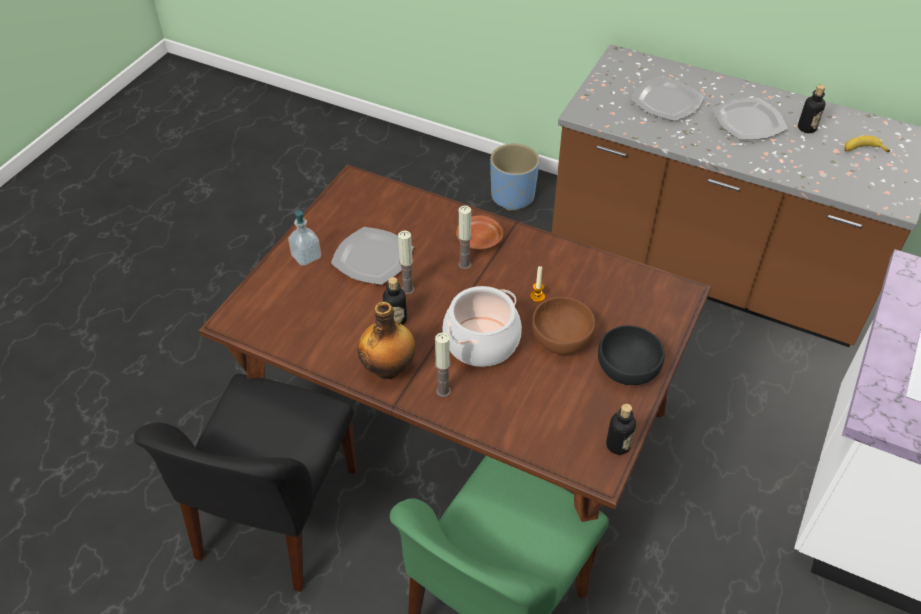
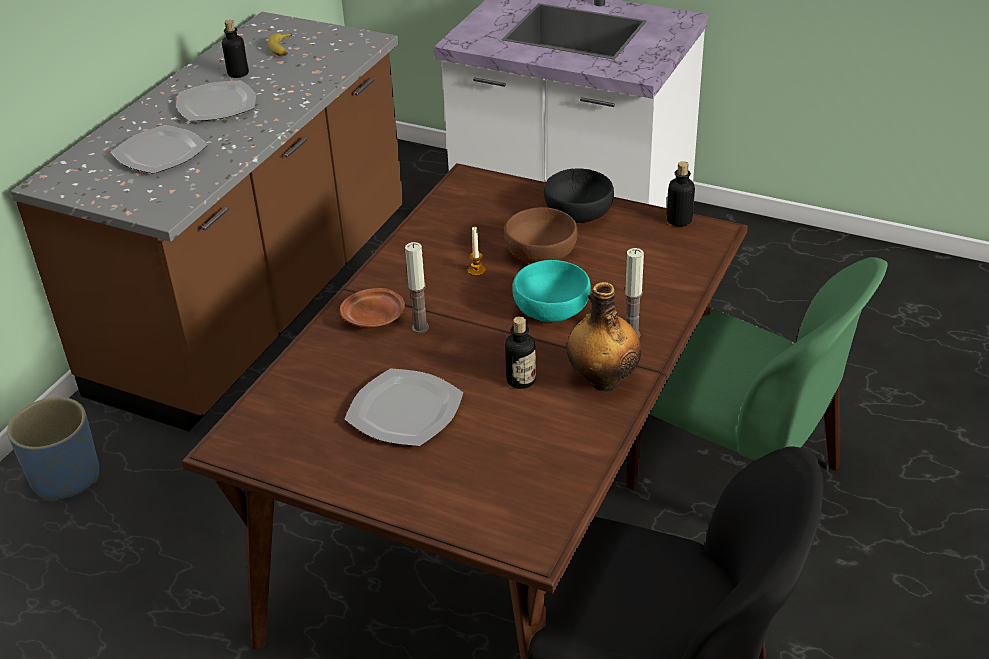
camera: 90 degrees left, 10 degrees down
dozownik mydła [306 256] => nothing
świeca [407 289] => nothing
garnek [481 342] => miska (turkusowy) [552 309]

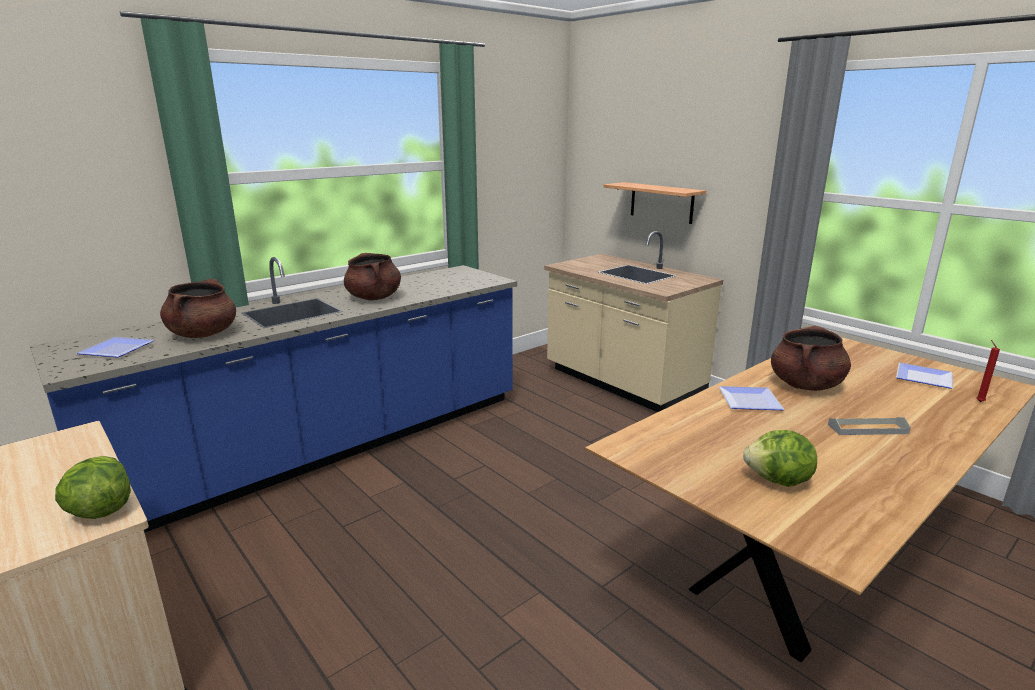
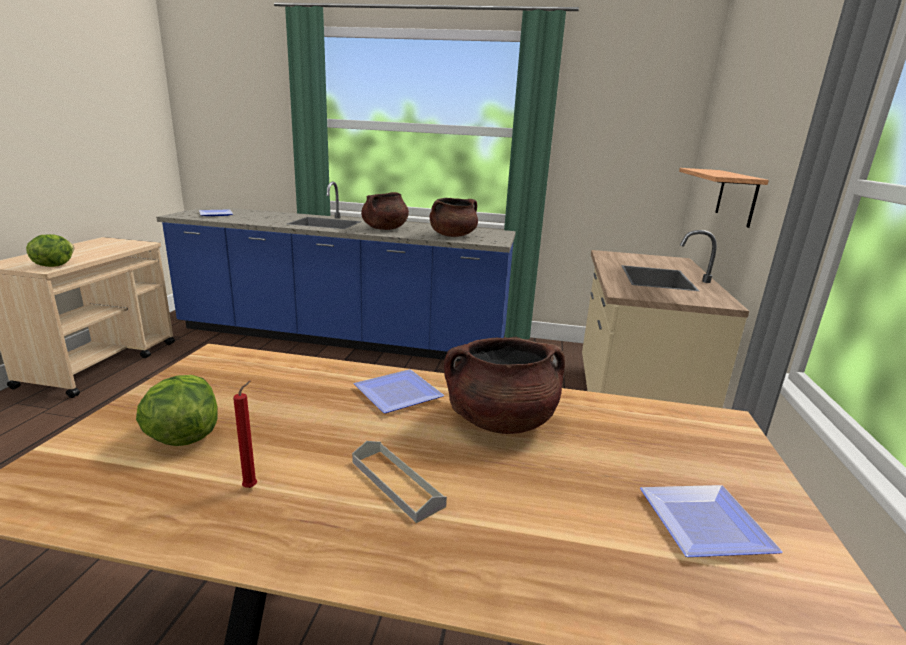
camera: 50 degrees right, 0 degrees up
garnek (brązowy) [203 334] => garnek (brązowy) [453 235], relocated
świeca (czerwony) [979 401] => świeca (czerwony) [252 486], relocated

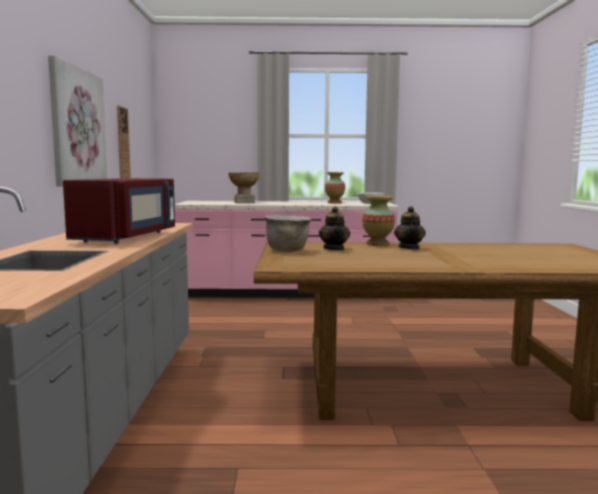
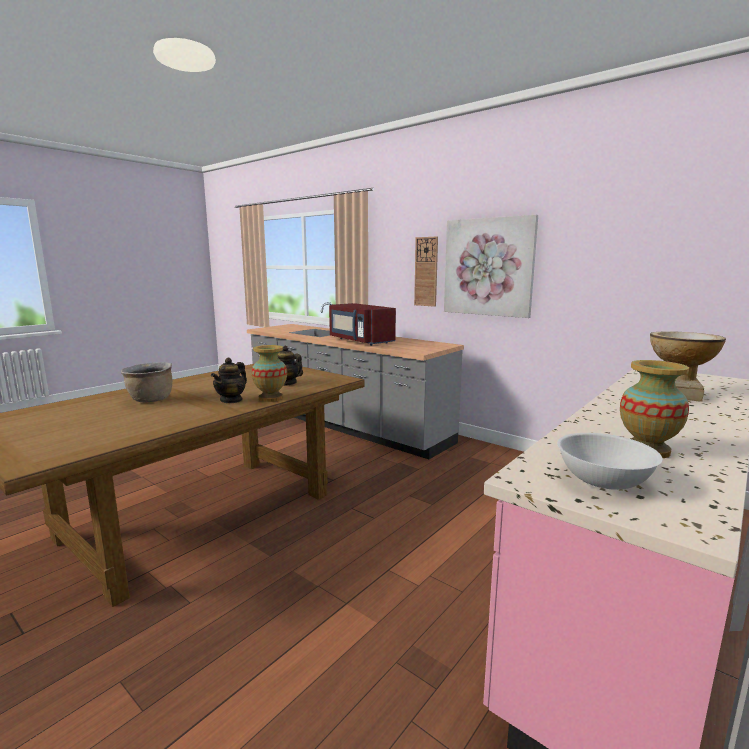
camera: 130 degrees right, 5 degrees up
zegar ścienny [122 143] => zegar ścienny [426 271], relocated
garnek (brązowy) [287 250] => garnek (brązowy) [151 400], relocated
imbryk [409 248] => imbryk [231 400], 105 degrees counterclockwise

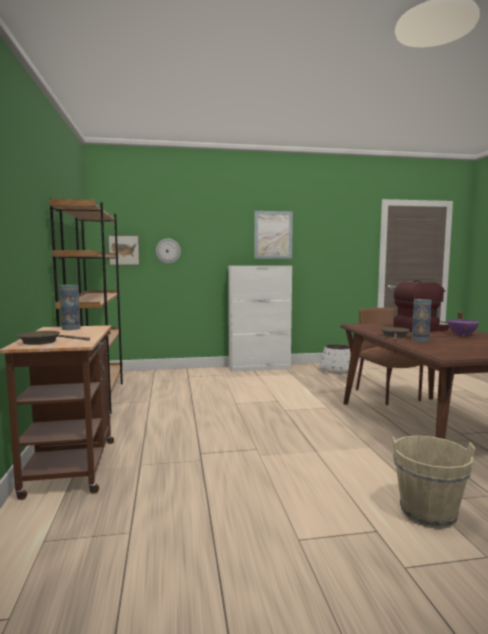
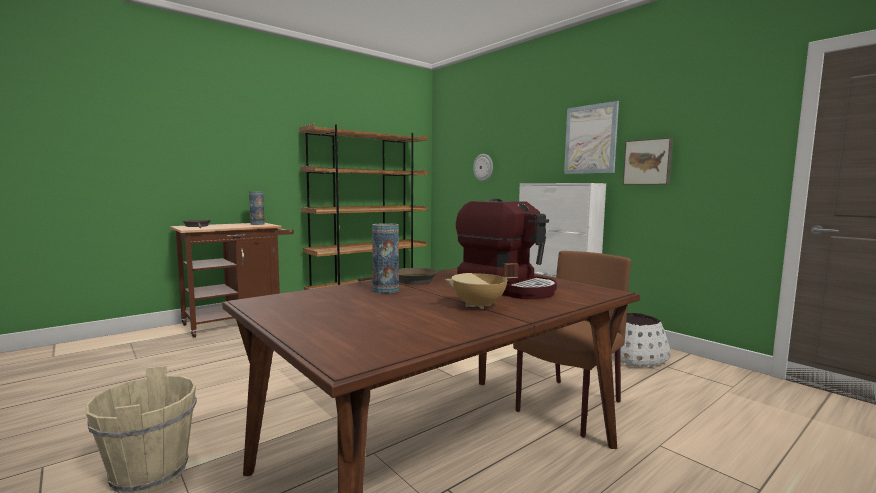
camera: 60 degrees right, 0 degrees up
obraz [124 250] => obraz [648 162], relocated
garnek (fioletowy) [462 335] => garnek (beżowy) [479 306]

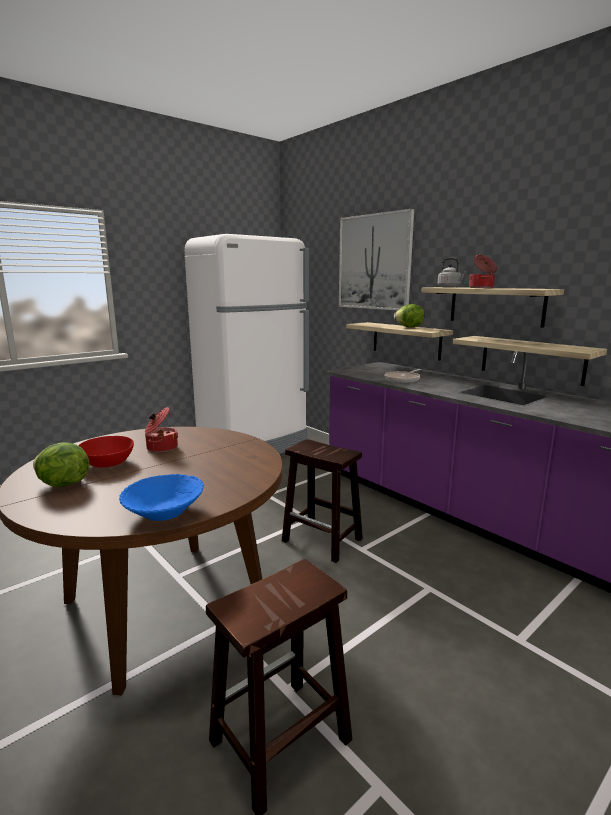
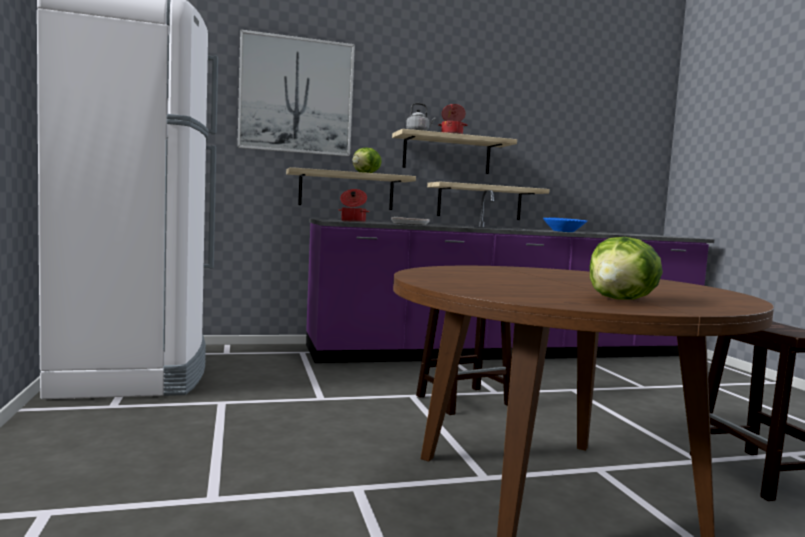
camera: 65 degrees left, 10 degrees down
miska (czerwony) [108 463] => nothing
miska (niebieski) [164 512] => miska (niebieski) [563 231], relocated
garnek [161 447] => garnek [352 221], relocated

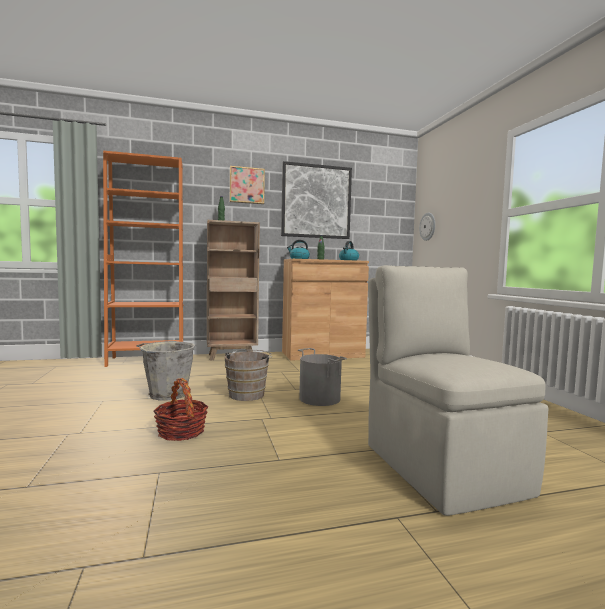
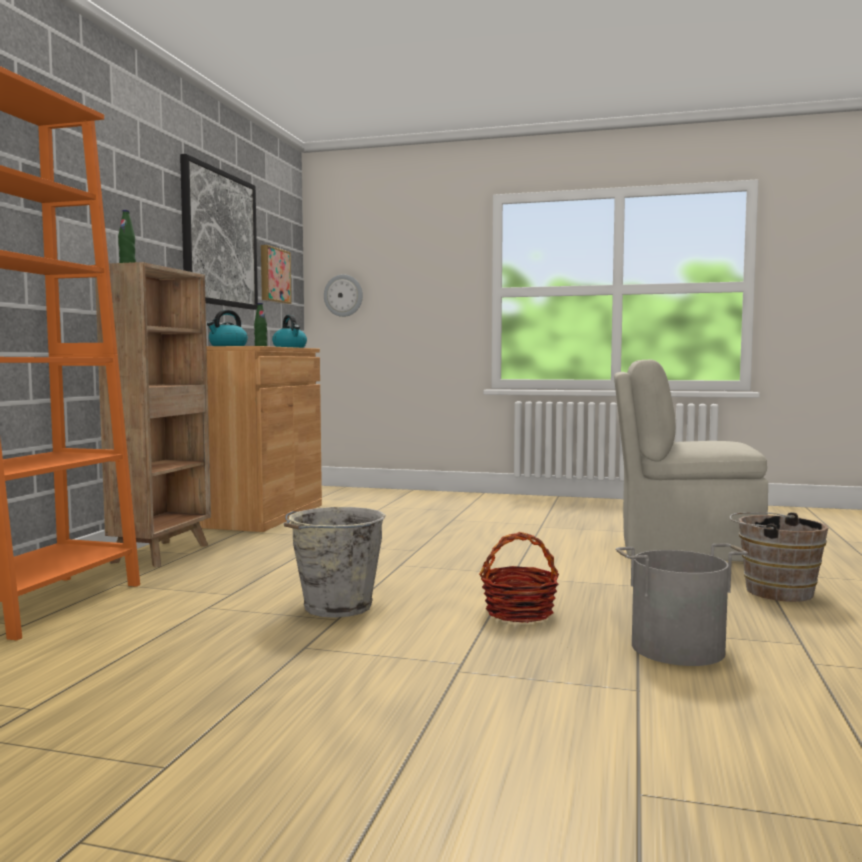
camera: 60 degrees left, 0 degrees up
wiadro (brązowy) [248 394] => wiadro (brązowy) [773 590], relocated
obraz [246 185] => obraz [273 275], relocated
wiadro (szary) [319 399] => wiadro (szary) [678 648], relocated

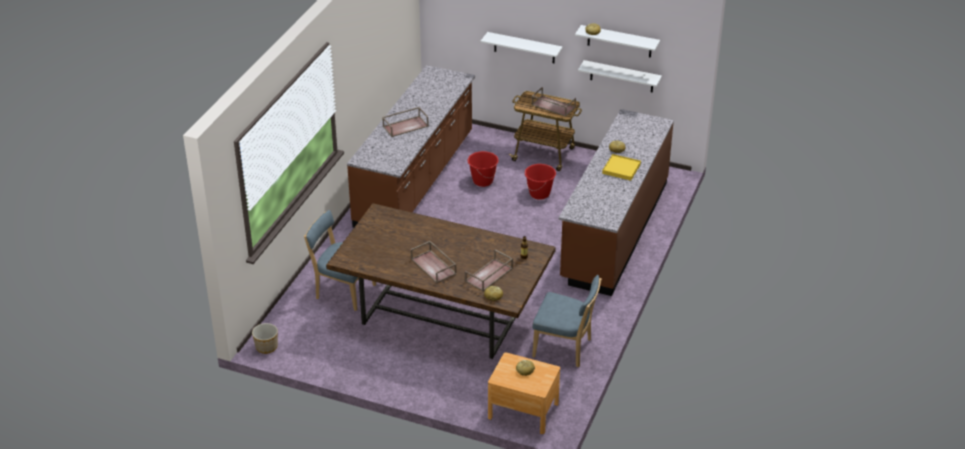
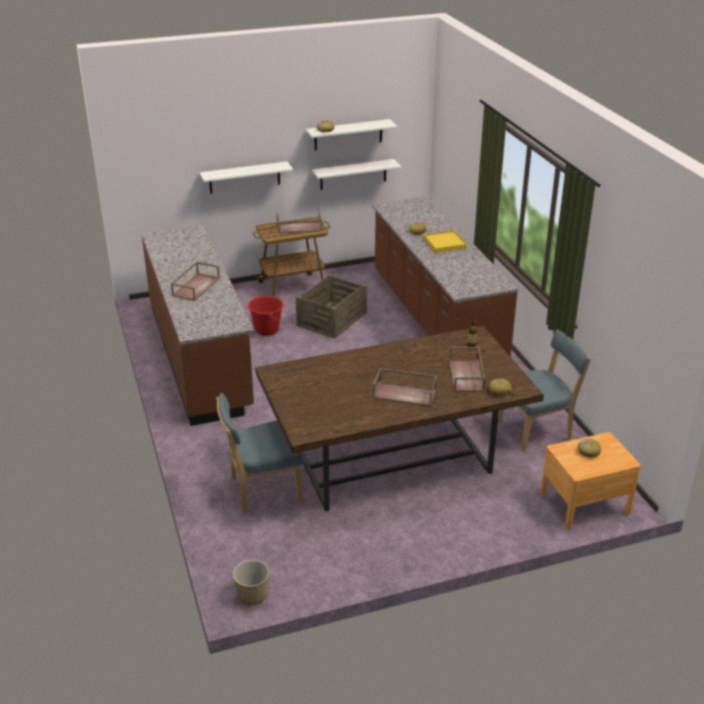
camera: 40 degrees left, 5 degrees down
wiadro (czerwony) [539 194] => skrzynka [332 319]

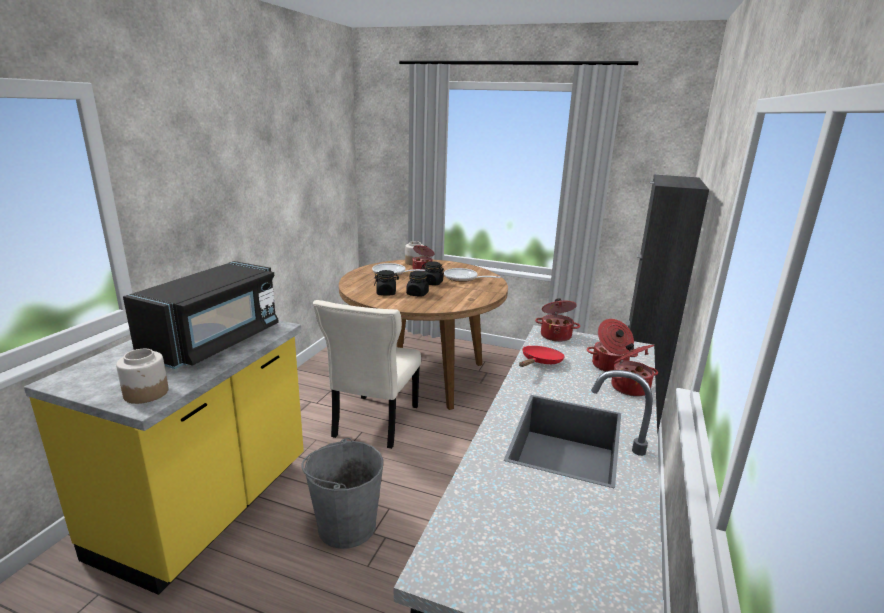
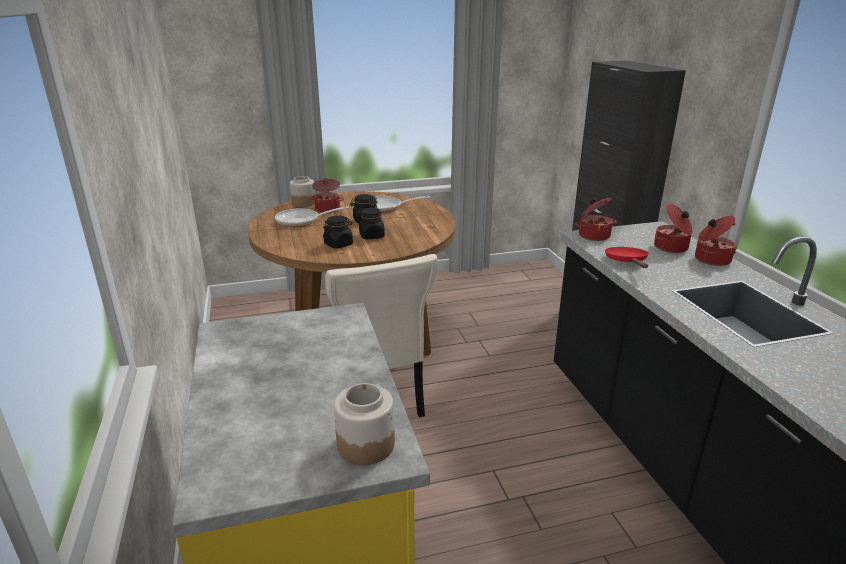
camera: 35 degrees left, 5 degrees up
mikrofalówka (czarny) [215 342] => nothing
wiadro (szary) [346 525] => nothing

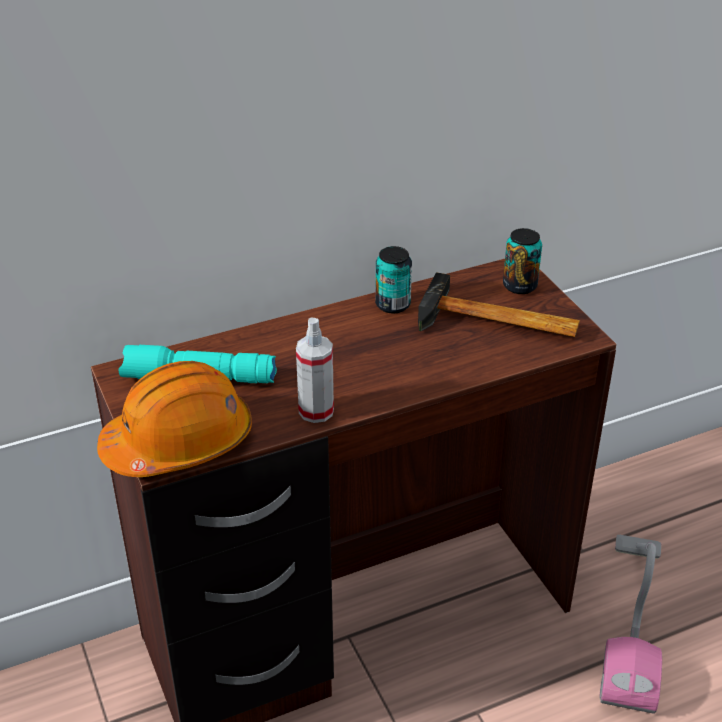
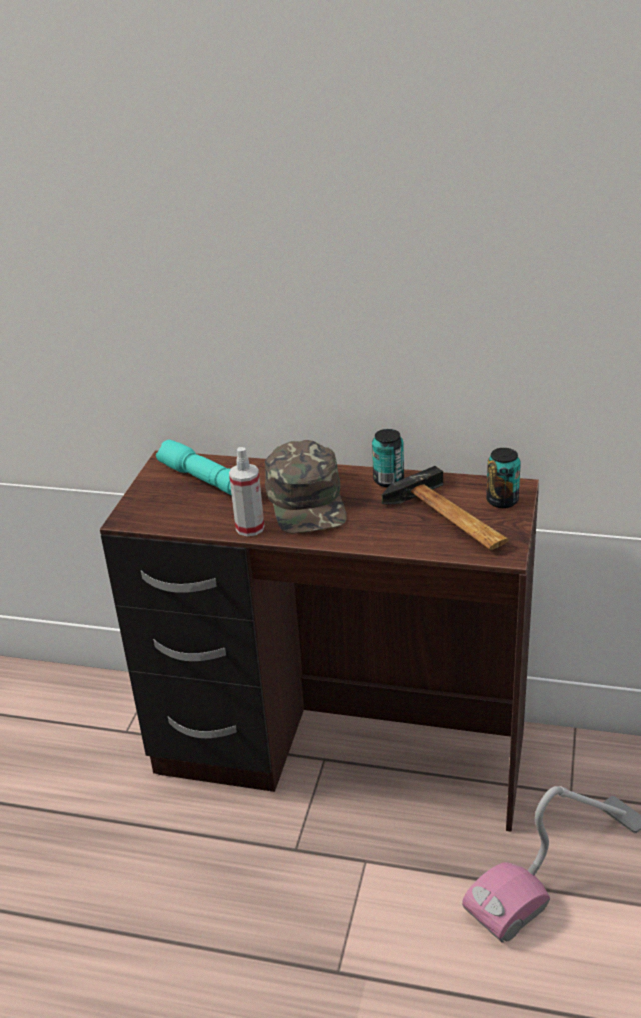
camera: 40 degrees right, 5 degrees down
kask (pomarańczowy) [179 442] => nothing
nothing => czapka z daszkiem (zielony) [307 501]

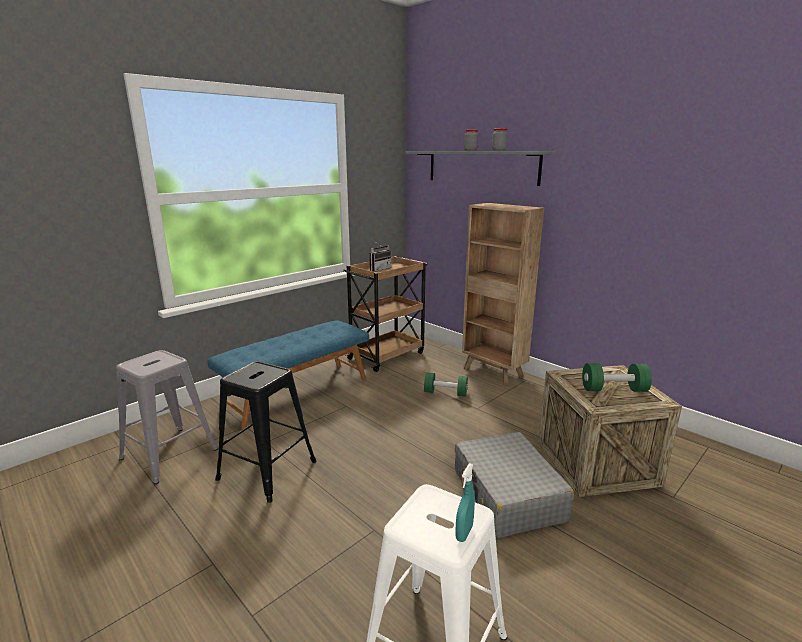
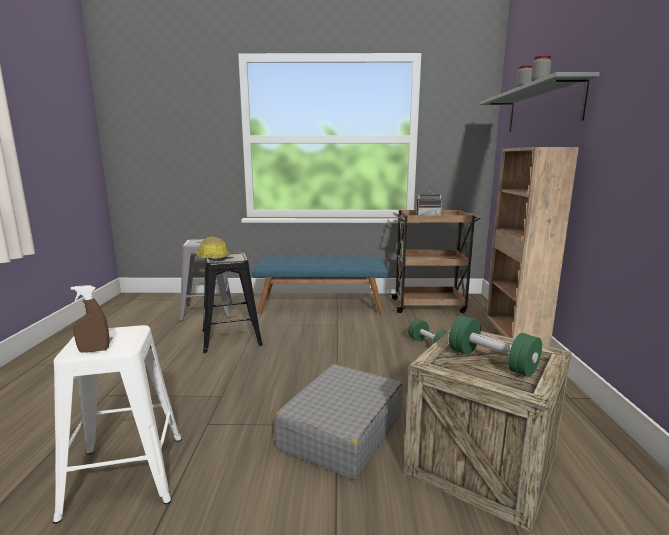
camera: 45 degrees right, 5 degrees down
nothing => kask [212 258]
spryskiwacz (turkusowy) [464 532] => spryskiwacz (brązowy) [94 350]

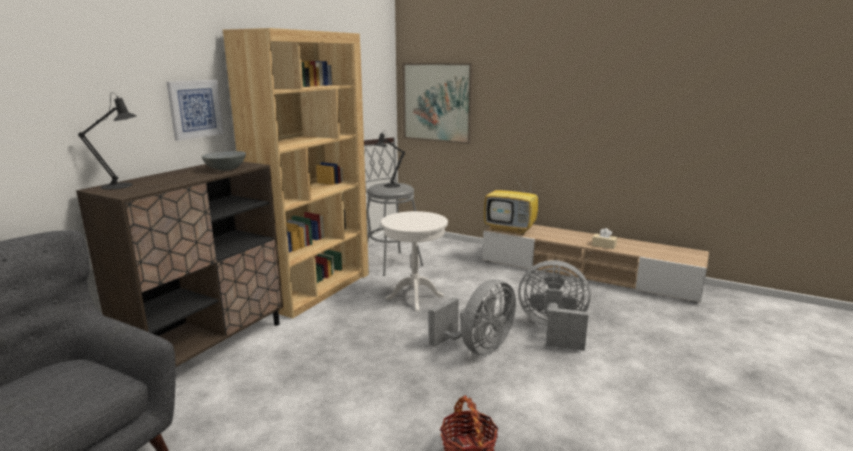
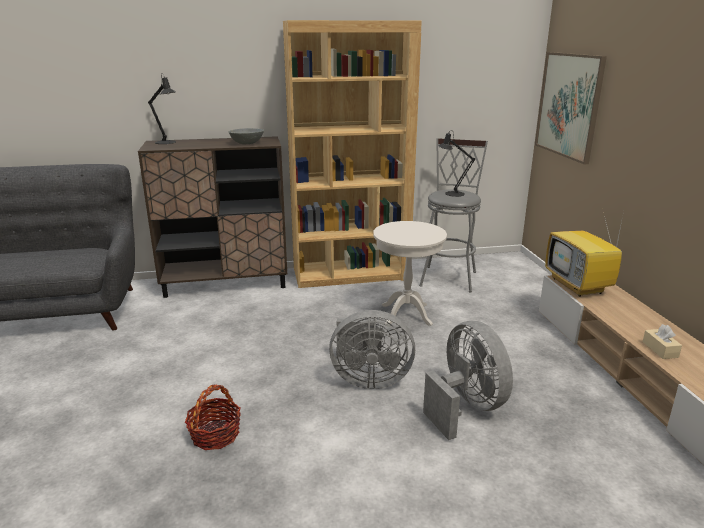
camera: 50 degrees right, 5 degrees up
obraz [195 109] => nothing

